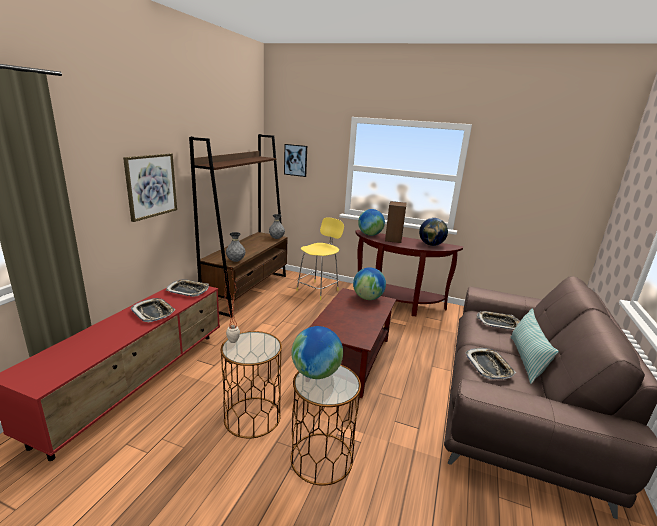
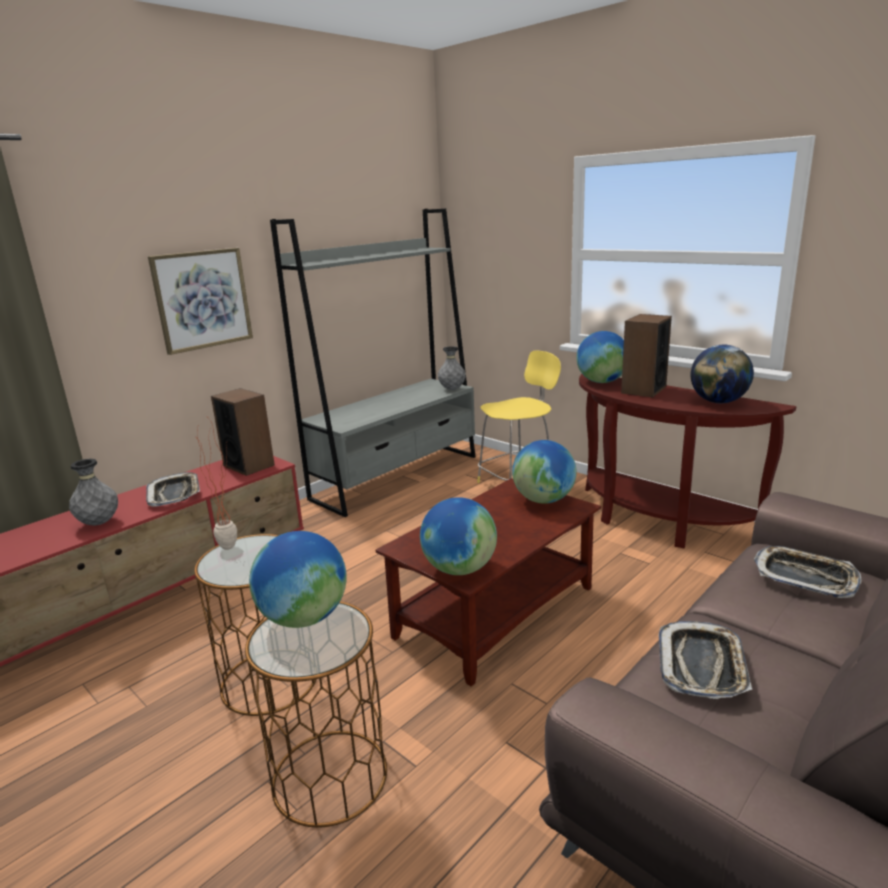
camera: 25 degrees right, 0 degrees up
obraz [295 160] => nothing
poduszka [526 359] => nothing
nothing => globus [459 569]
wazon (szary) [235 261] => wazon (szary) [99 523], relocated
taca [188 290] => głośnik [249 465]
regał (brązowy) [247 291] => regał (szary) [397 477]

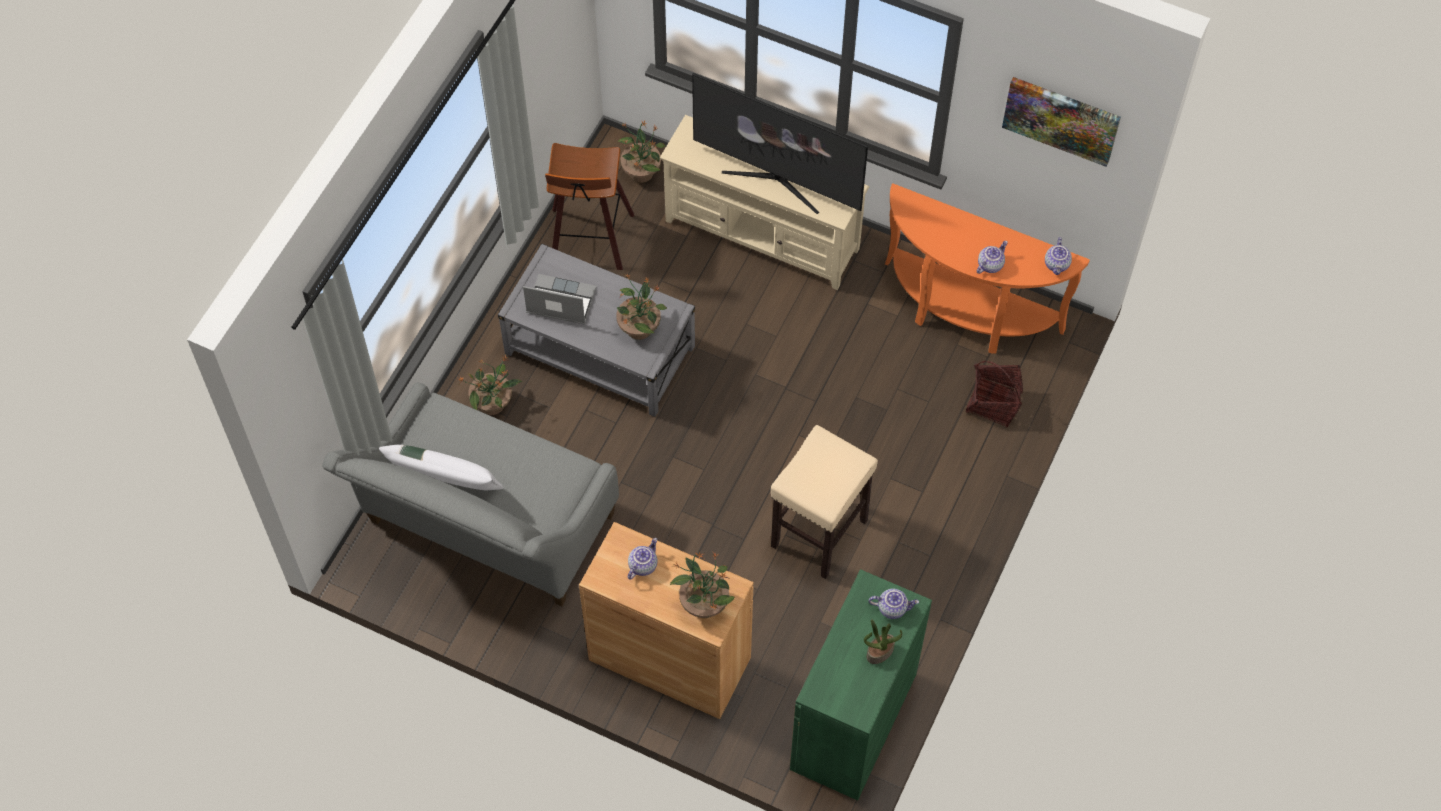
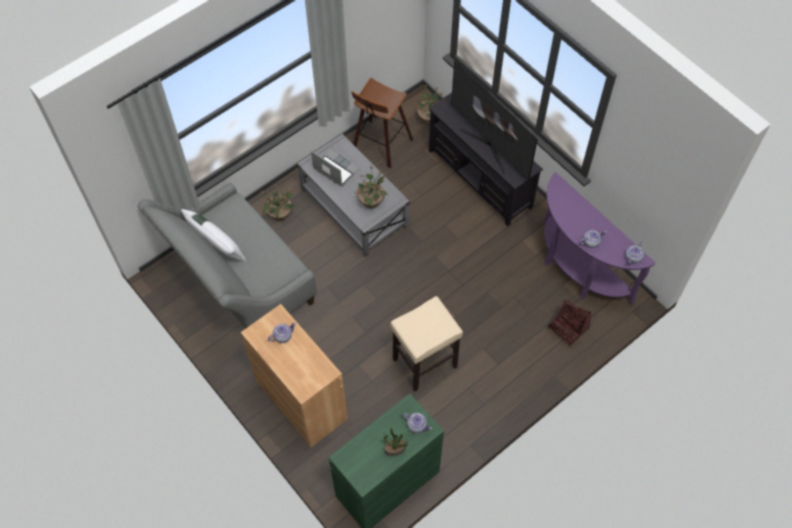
camera: 25 degrees right, 0 degrees up
roślina doniczkowa [704 603] => nothing
obraz [1061 119] => nothing
szafka pod telewizor (beżowy) [762 235] => szafka pod telewizor (czarny) [480 178]
stolik konsolowy (pomarańczowy) [965 314] => stolik konsolowy (fioletowy) [577 269]

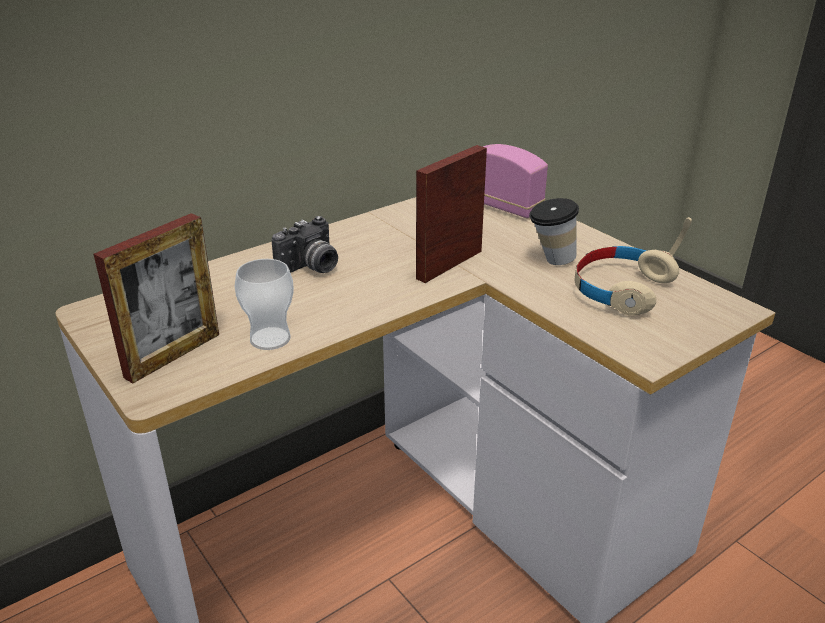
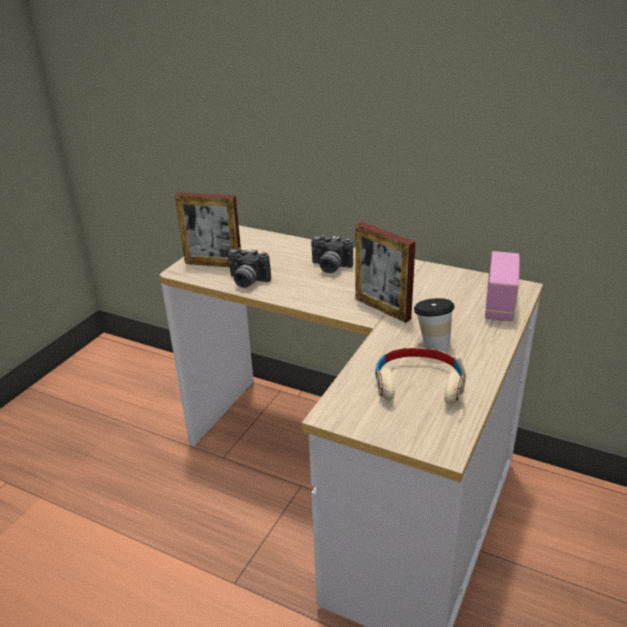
camera: 65 degrees right, 0 degrees up
filiżanka [270 339] => aparat fotograficzny [247 281]
ramka na zdjęcie [449 264] => ramka na zdjęcie [382 308], 150 degrees counterclockwise

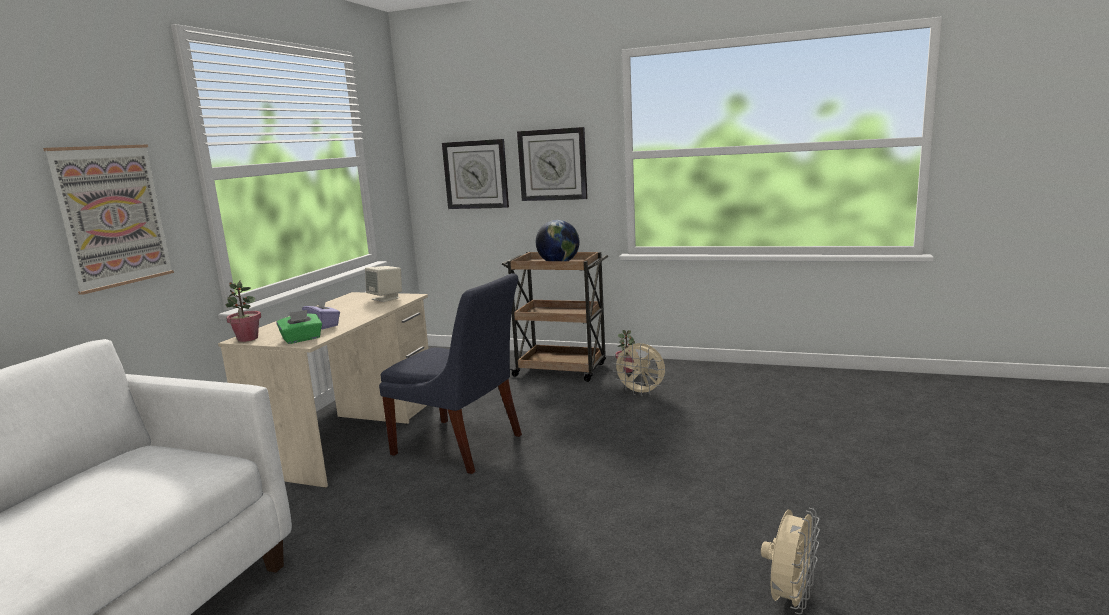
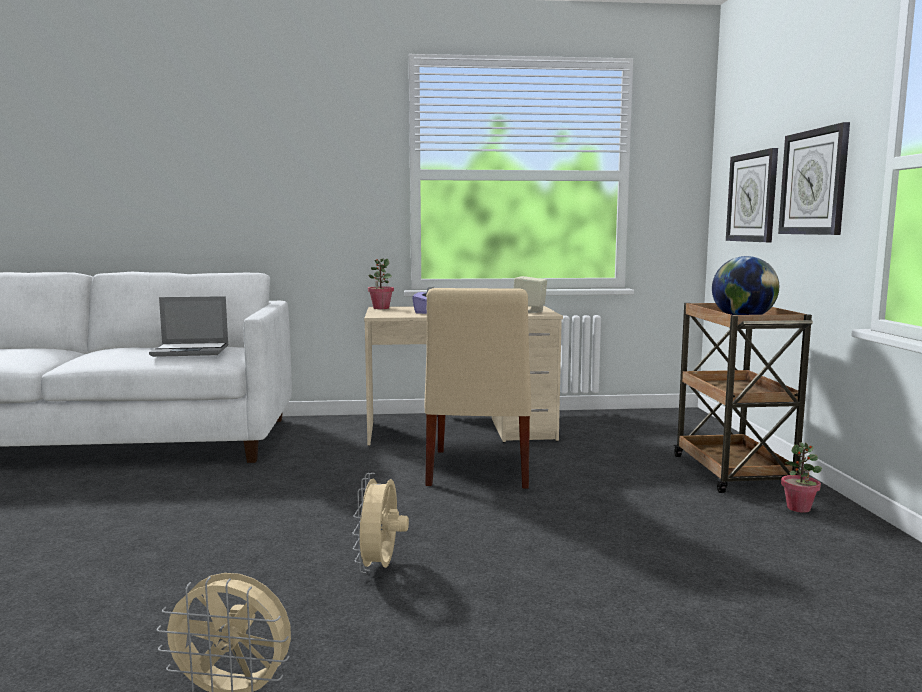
camera: 65 degrees right, 5 degrees down
obraz [112 216] => nothing
pudełko chusteczek (zielony) [302 339] => nothing
nothing => laptop [192 351]
wentylator (beżowy) [641 393] => wentylator (beżowy) [380 568], relocated
krzesło (niebieski) [461 446] => krzesło (beżowy) [478 470]

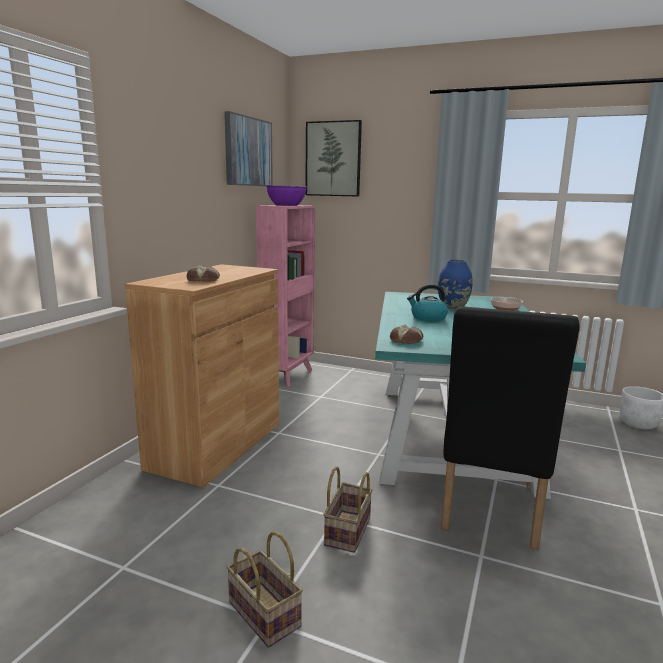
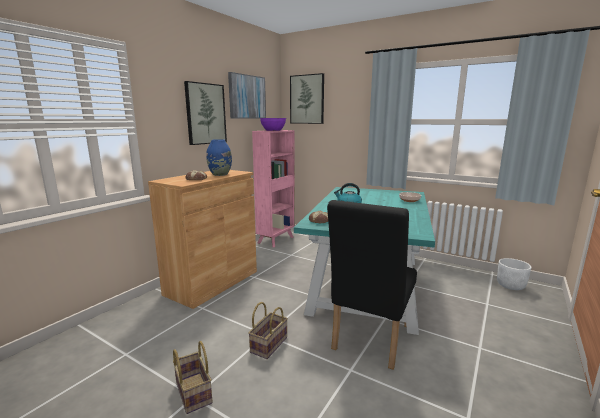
camera: 10 degrees right, 0 degrees up
nothing => obraz [205 114]
wazon (niebieski) [453 307] => wazon (niebieski) [220 174], relocated

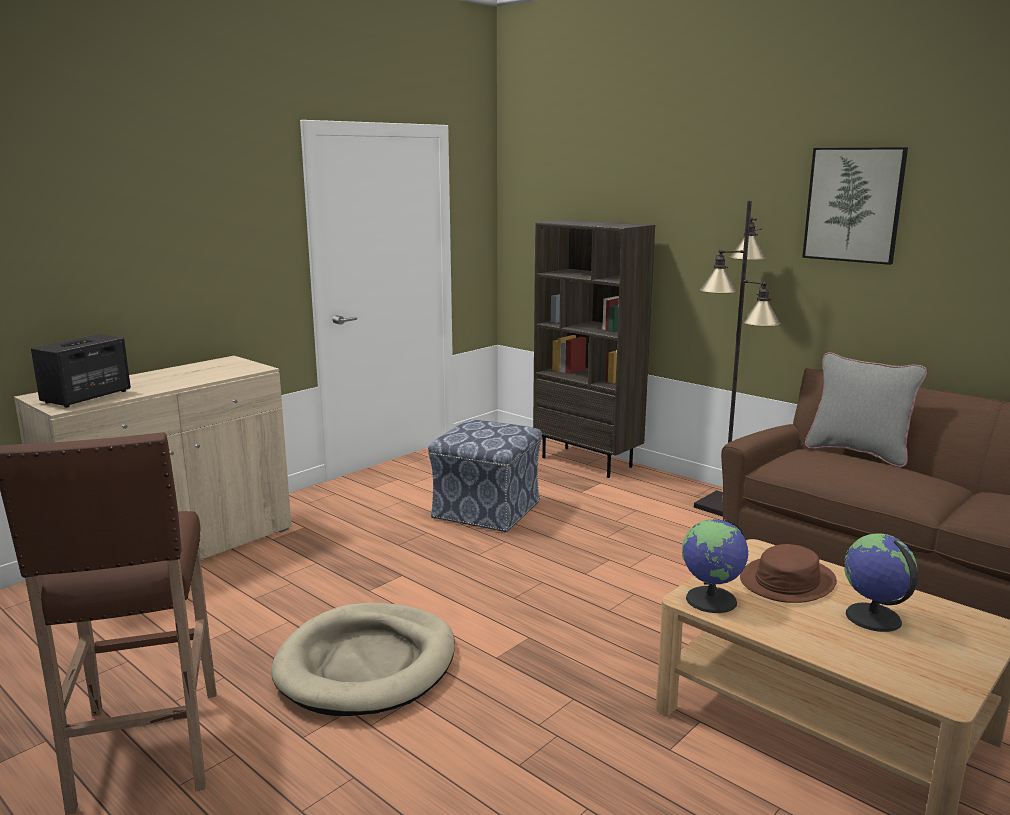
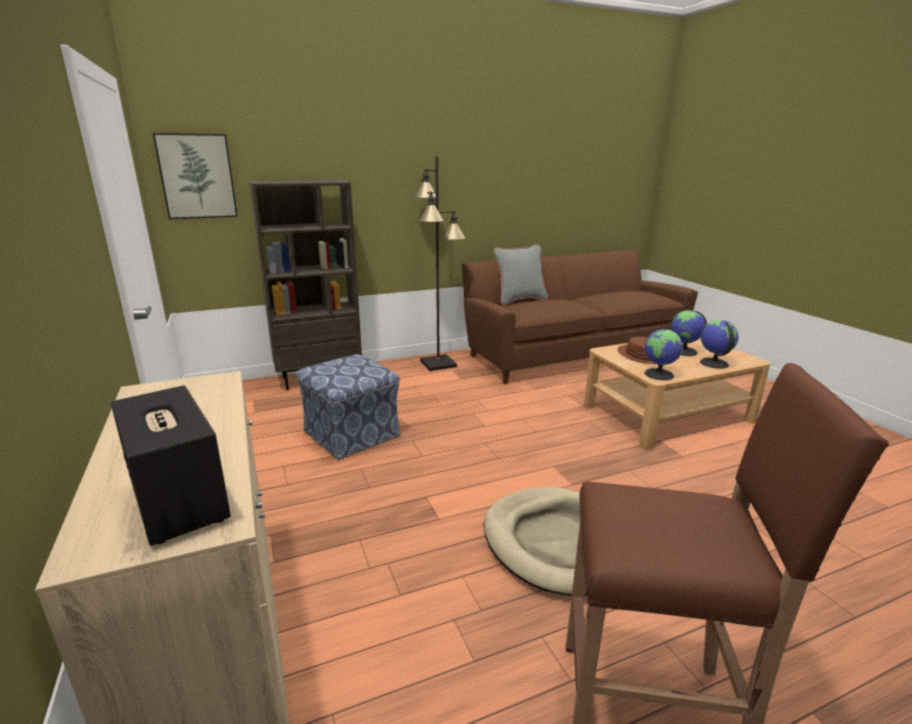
camera: 65 degrees left, 5 degrees up
nothing => globus [713 363]
obraz [854 205] => obraz [197 176], relocated

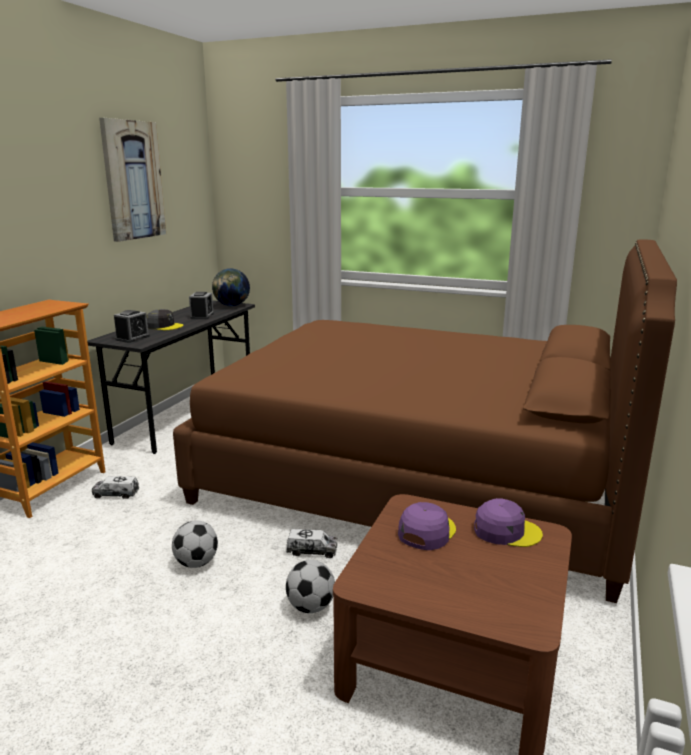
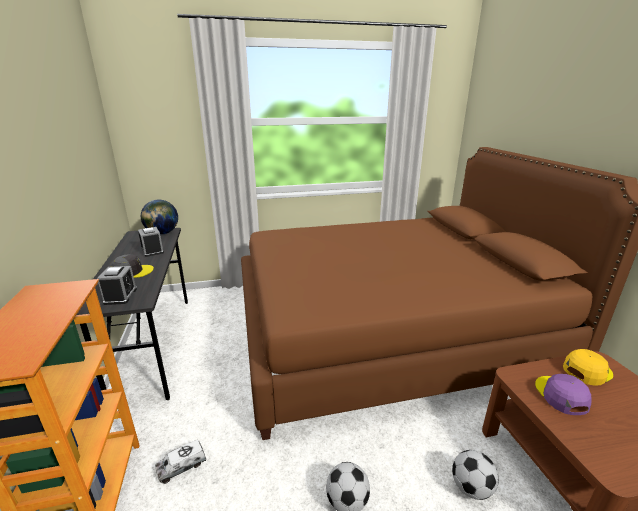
camera: 35 degrees left, 5 degrees up
obraz [133 180] => nothing
ciężarówka zabawkowa [312 551] => nothing
czapka z daszkiem (fioletowy) [506 531] => czapka z daszkiem (żółty) [586 370]

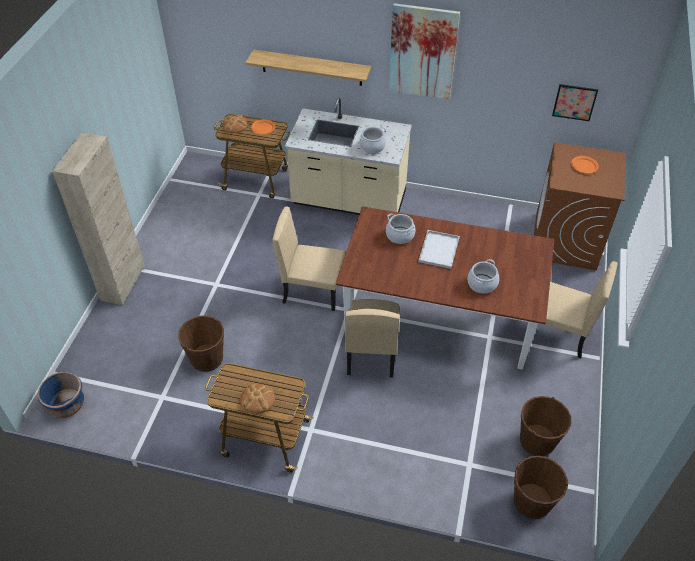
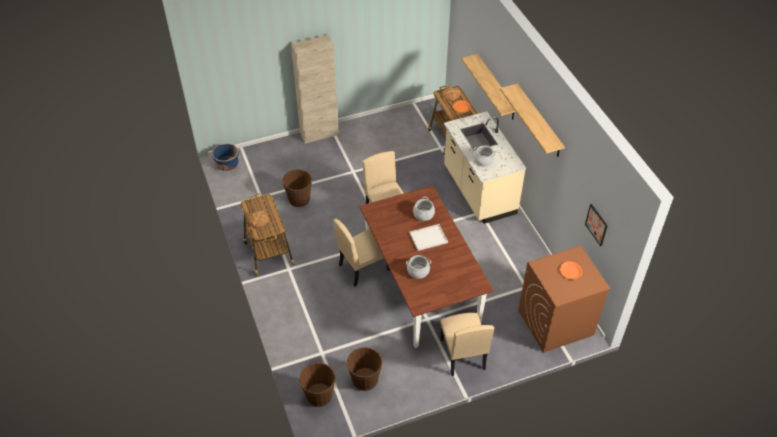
camera: 55 degrees right, 0 degrees up
obraz [422 52] => półka [539 121]

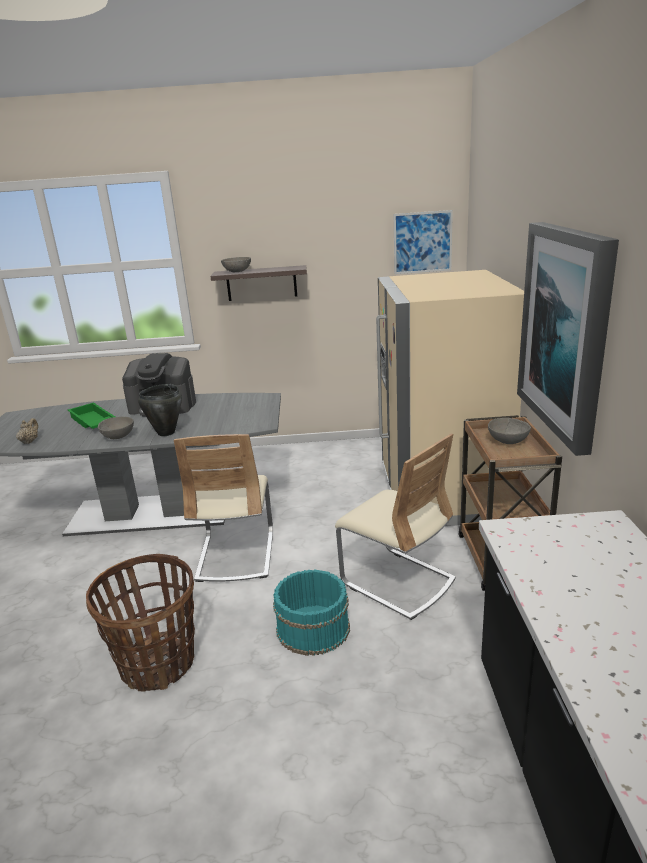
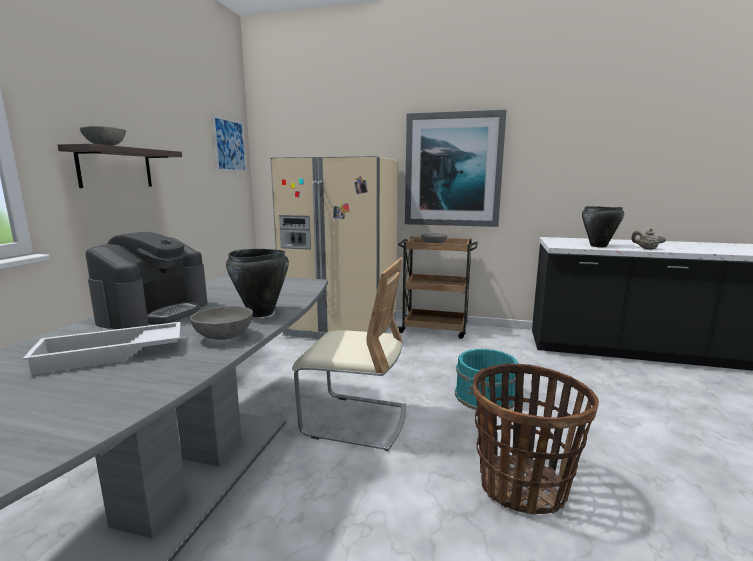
camera: 75 degrees left, 10 degrees down
krzesło (beżowy) [397 582] => nothing
nothing => garnek (czarny) [598 246]
imbryk (beżowy) [30 441] => imbryk (beżowy) [646 249], relocated
taca (zielony) [92 422] => taca (biały) [111 355]

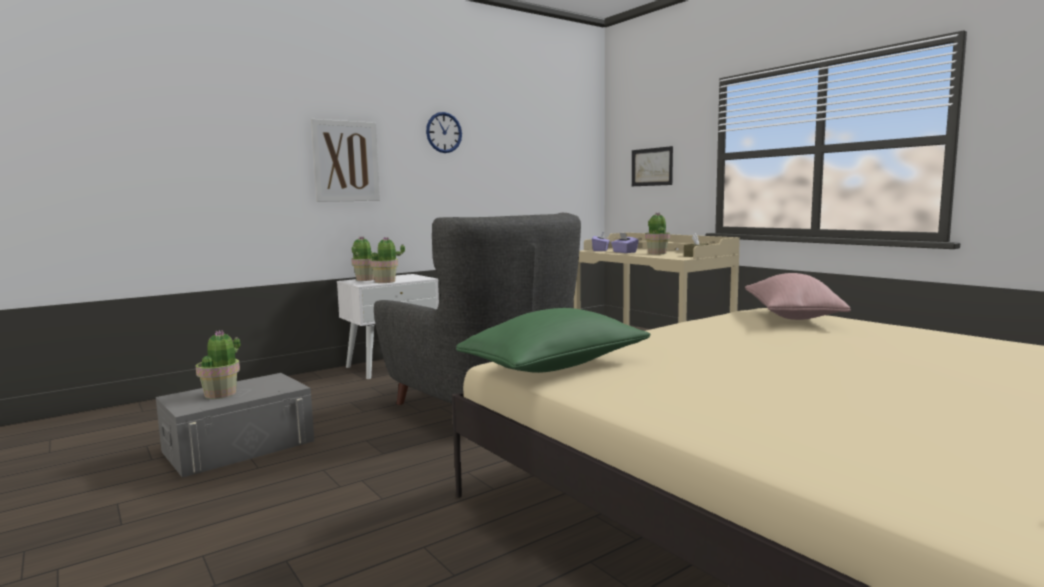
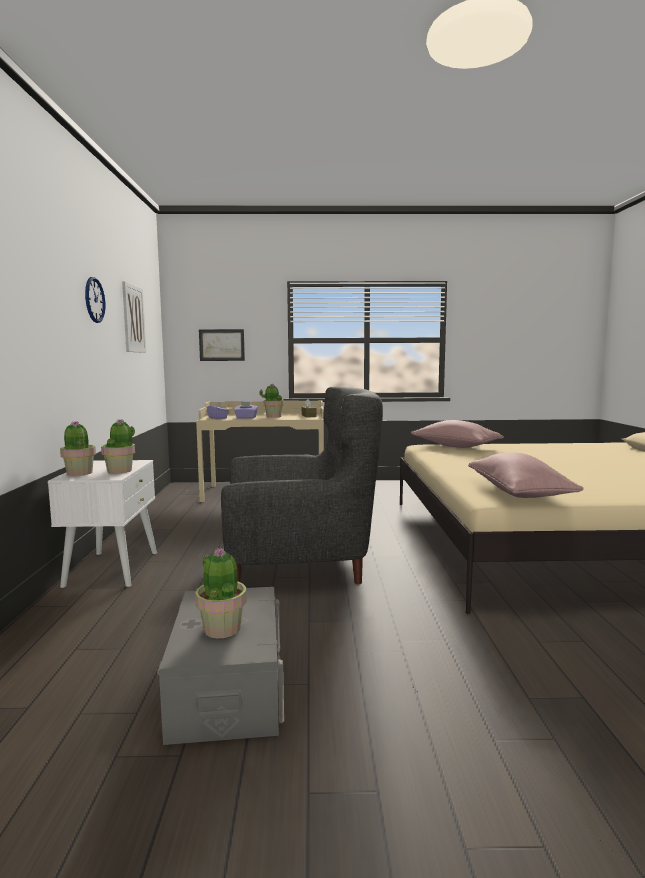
camera: 55 degrees left, 0 degrees up
obraz [346 161] => obraz [133 319], relocated
poduszka (zielony) [556 367] => poduszka (różowy) [518 493]

